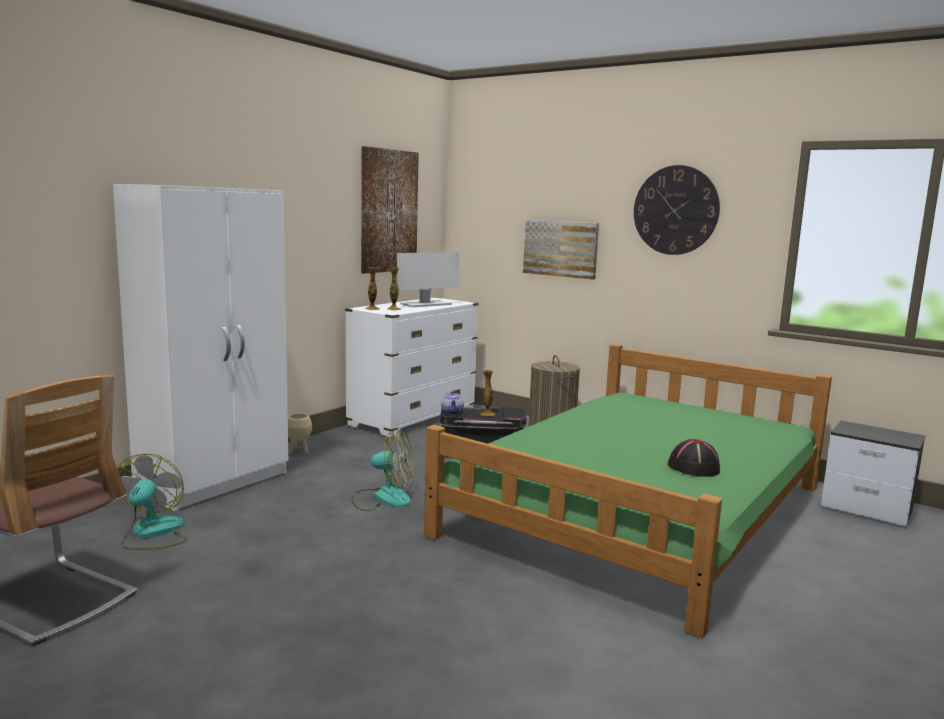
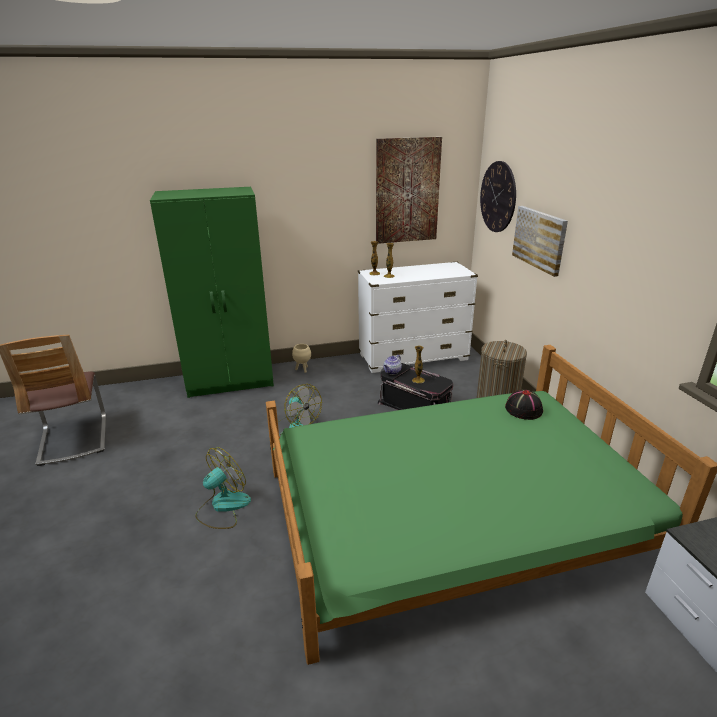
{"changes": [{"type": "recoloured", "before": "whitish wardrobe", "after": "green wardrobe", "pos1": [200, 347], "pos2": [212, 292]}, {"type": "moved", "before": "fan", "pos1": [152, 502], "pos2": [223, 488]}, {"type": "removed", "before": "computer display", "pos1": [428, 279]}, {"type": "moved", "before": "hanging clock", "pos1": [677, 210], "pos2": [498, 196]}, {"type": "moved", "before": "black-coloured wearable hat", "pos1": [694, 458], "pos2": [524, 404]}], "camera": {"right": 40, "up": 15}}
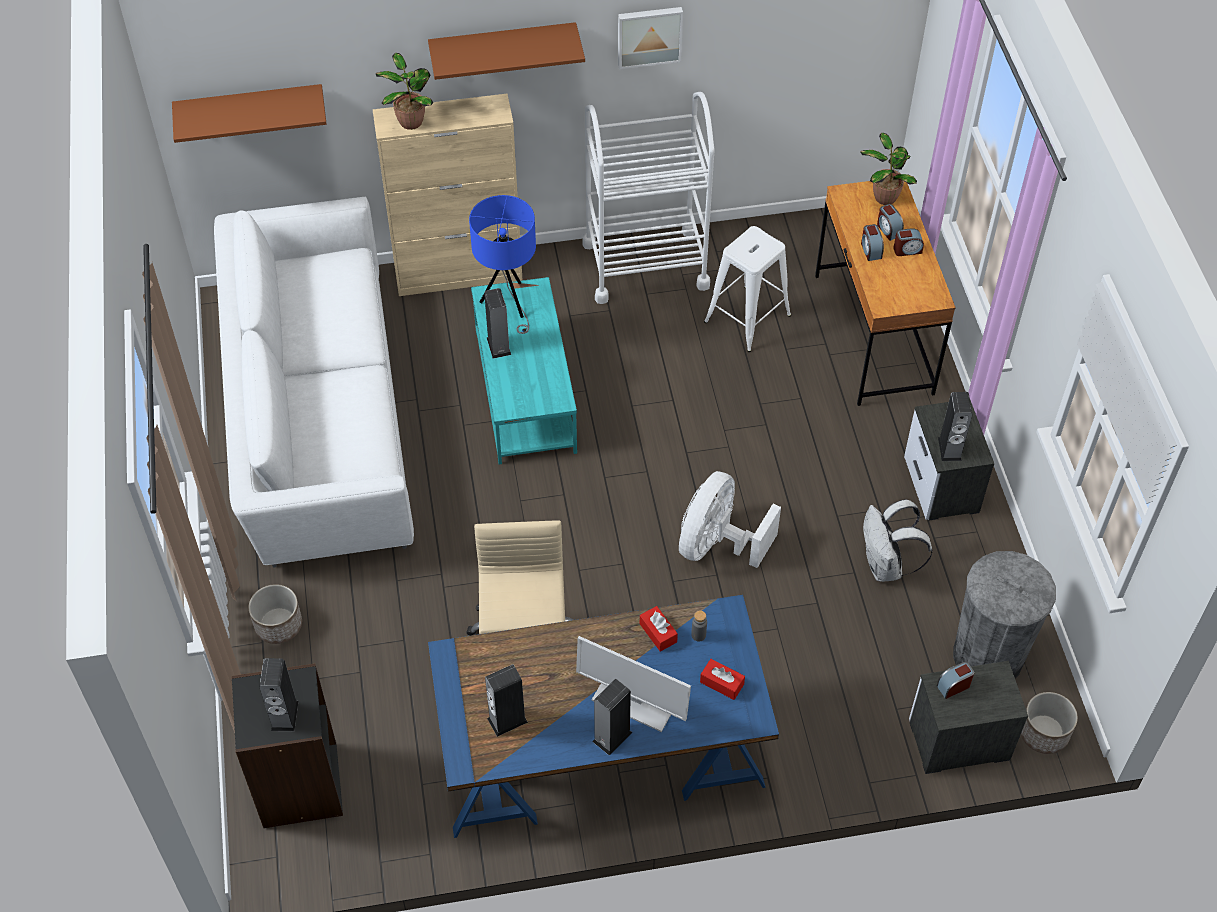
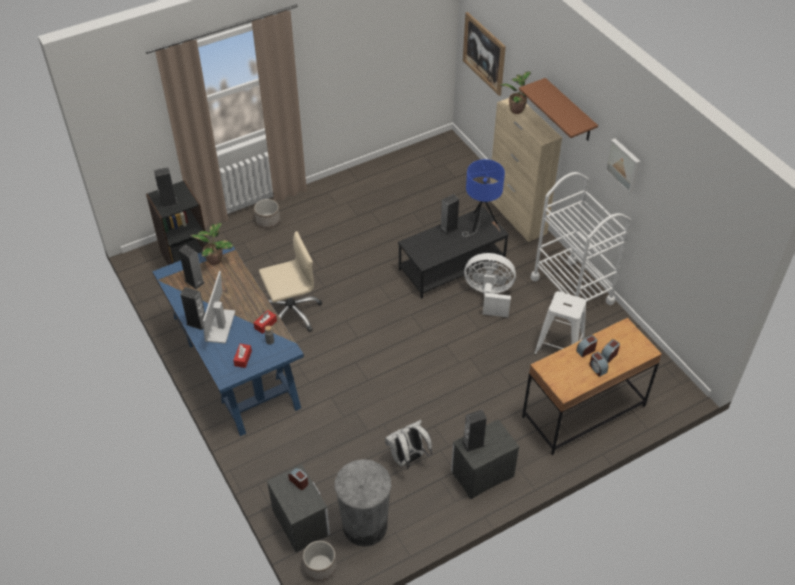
{"changes": [{"type": "replaced", "before": "brownish wall shelf", "after": "wall picture", "pos1": [249, 113], "pos2": [484, 54]}, {"type": "removed", "before": "whitish sofa", "pos1": [314, 382]}, {"type": "recoloured", "before": "turquoise low table", "after": "black-coloured low table", "pos1": [524, 370], "pos2": [453, 253]}, {"type": "moved", "before": "whitish fan", "pos1": [730, 519], "pos2": [490, 285]}, {"type": "moved", "before": "potted plant", "pos1": [888, 169], "pos2": [212, 244]}], "camera": {"right": 70, "up": -5}}
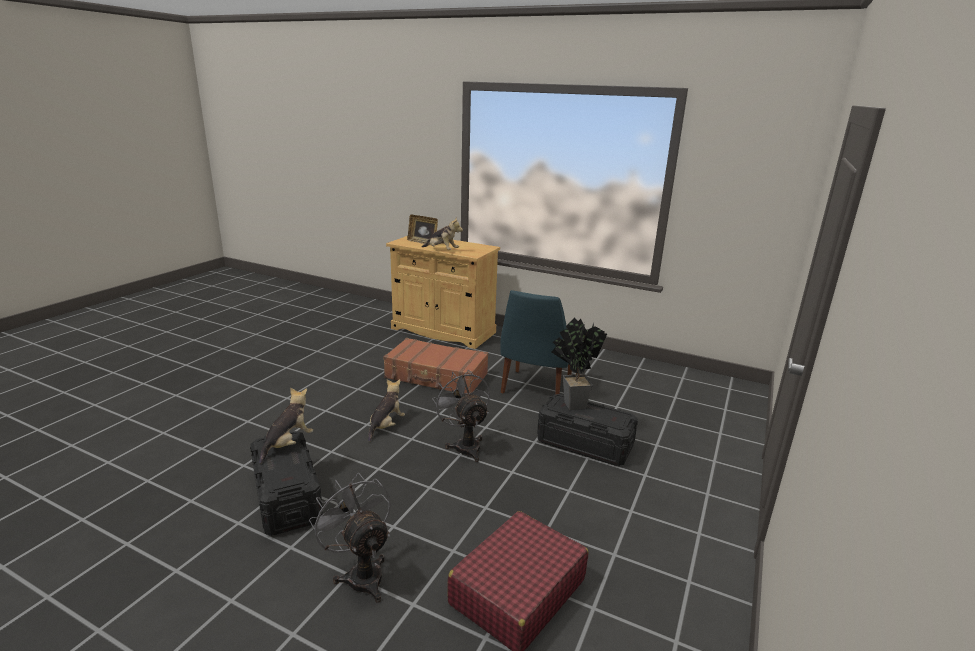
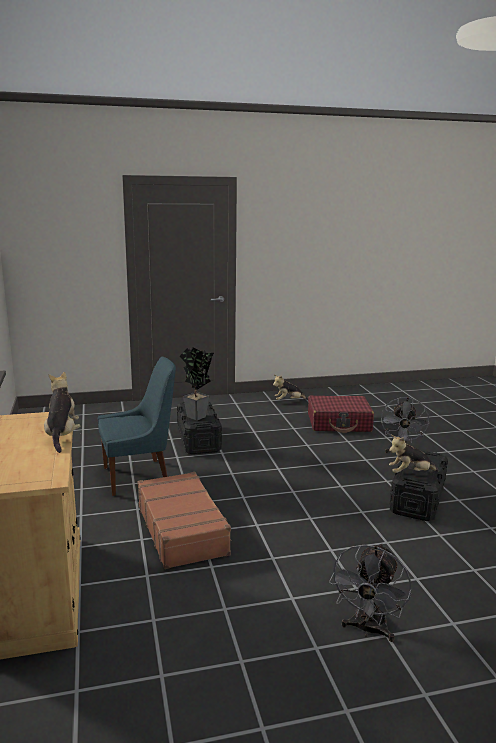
{"changes": [{"type": "moved", "before": "plush toy", "pos1": [386, 410], "pos2": [290, 387]}, {"type": "removed", "before": "picture frame", "pos1": [422, 229]}, {"type": "moved", "before": "gray fan", "pos1": [461, 416], "pos2": [370, 592]}], "camera": {"right": -130, "up": -5}}
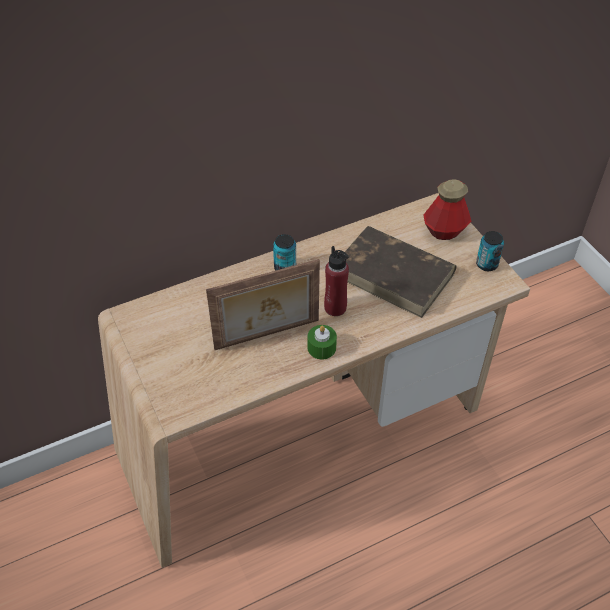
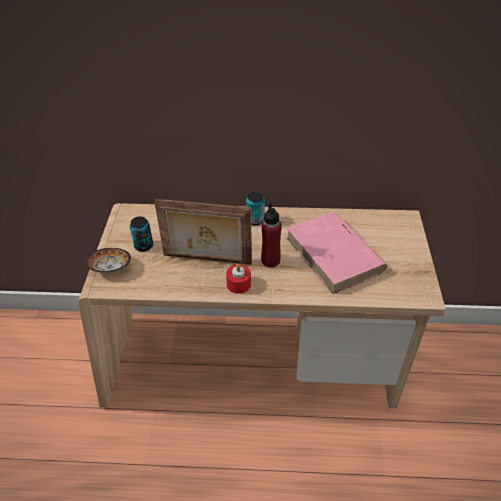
{"changes": [{"type": "recoloured", "before": "green wax candle", "after": "reddish wax candle", "pos1": [322, 342], "pos2": [238, 279]}, {"type": "recoloured", "before": "brownish book", "after": "pink book", "pos1": [401, 272], "pos2": [337, 253]}, {"type": "removed", "before": "bottle", "pos1": [447, 209]}, {"type": "moved", "before": "sealed can", "pos1": [490, 251], "pos2": [141, 234]}, {"type": "added", "after": "serving bowl", "pos2": [108, 260]}], "camera": {"right": 30, "up": -5}}
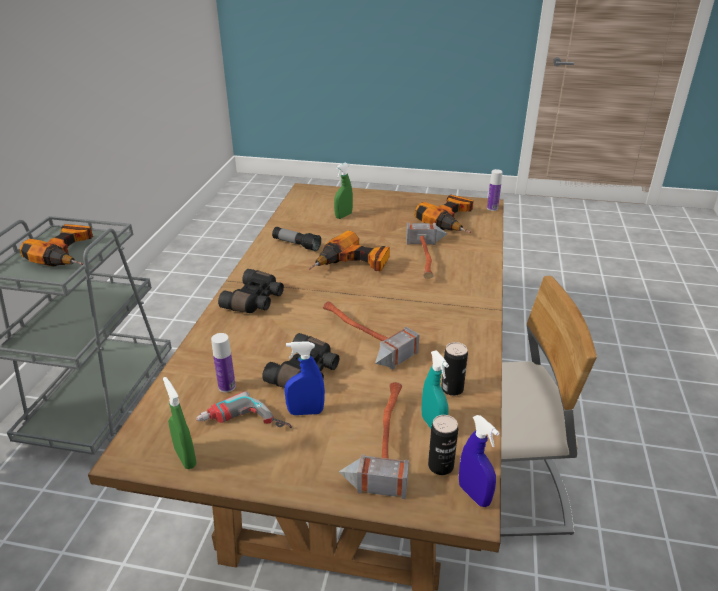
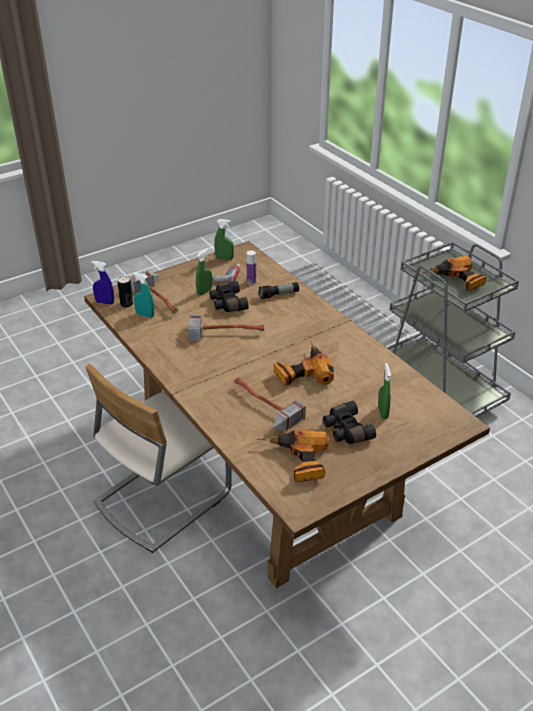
{"changes": [{"type": "moved", "before": "black-coloured pair of binoculars", "pos1": [251, 291], "pos2": [349, 422]}, {"type": "moved", "before": "torch", "pos1": [296, 239], "pos2": [279, 290]}, {"type": "recoloured", "before": "blue-coloured spray bottle", "after": "green spray bottle", "pos1": [304, 378], "pos2": [204, 271]}, {"type": "removed", "before": "sealed can", "pos1": [454, 369]}, {"type": "removed", "before": "bottle", "pos1": [495, 190]}], "camera": {"right": 135, "up": 5}}
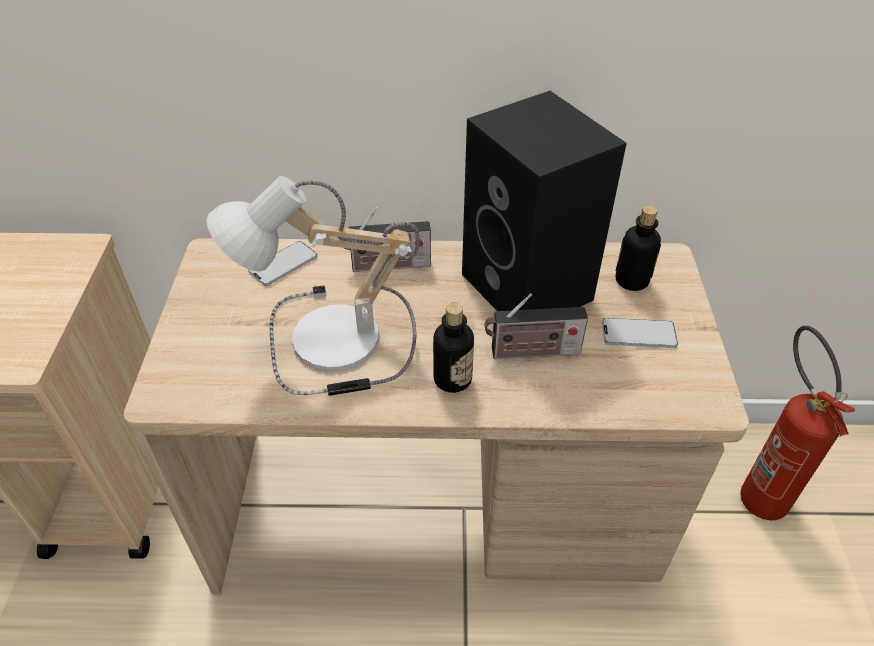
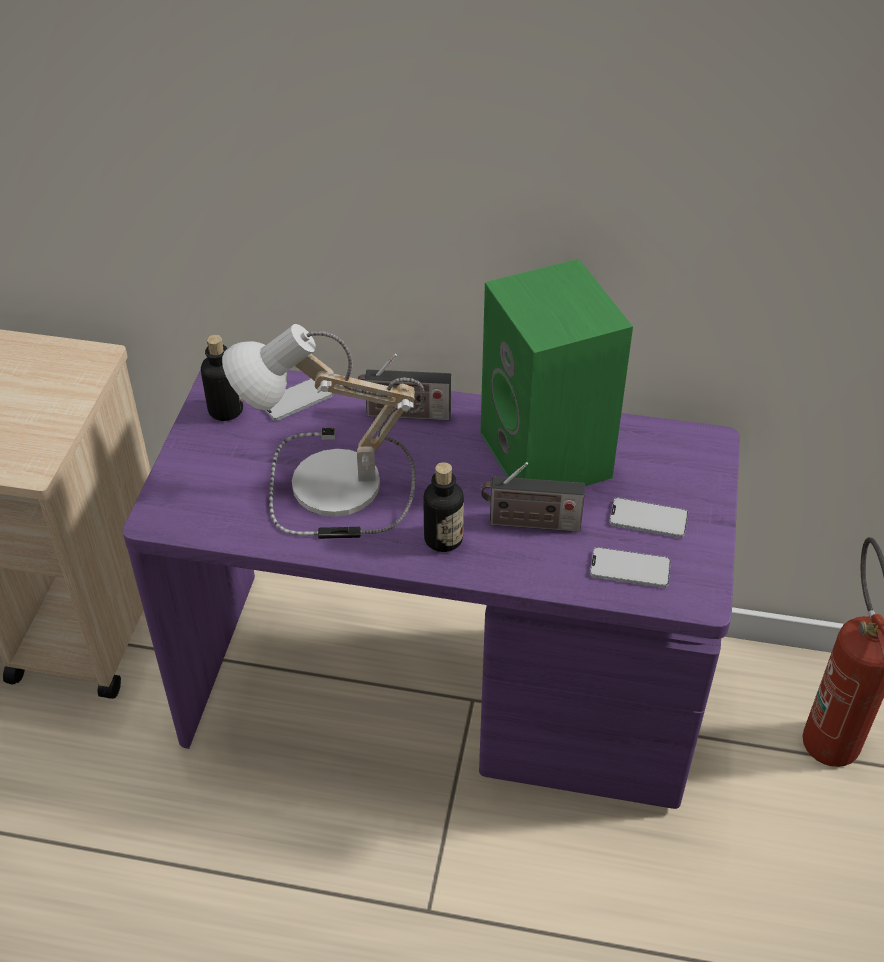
{"changes": [{"type": "recoloured", "before": "beige-coloured desk", "after": "purplish desk", "pos1": [436, 416], "pos2": [431, 589]}, {"type": "recoloured", "before": "black-coloured speaker", "after": "green speaker", "pos1": [544, 201], "pos2": [556, 372]}, {"type": "moved", "before": "bottle", "pos1": [638, 248], "pos2": [222, 378]}, {"type": "added", "after": "phone", "pos2": [630, 567]}], "camera": {"right": 10, "up": 0}}
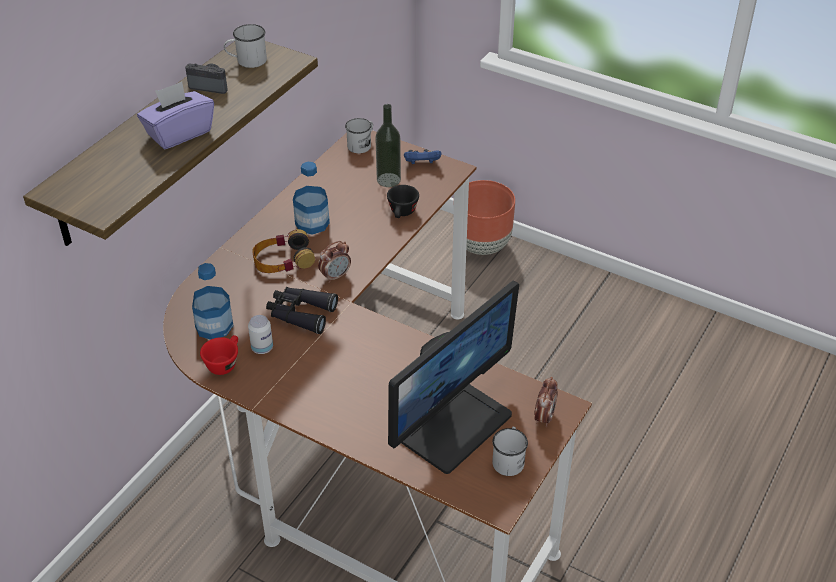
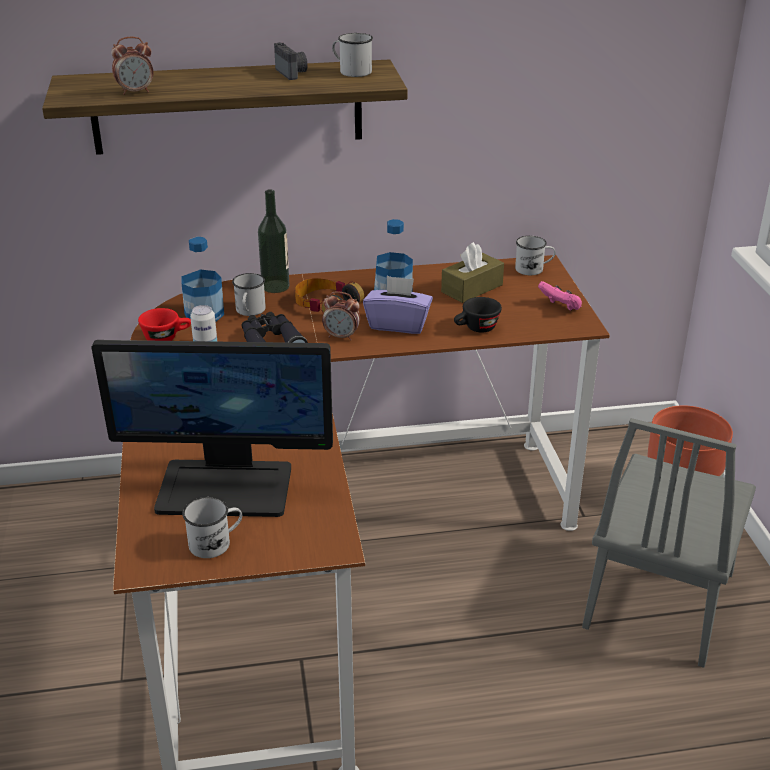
{"changes": [{"type": "moved", "before": "purplish tissue holder", "pos1": [175, 115], "pos2": [398, 305]}, {"type": "moved", "before": "bottle", "pos1": [388, 145], "pos2": [274, 241]}, {"type": "recoloured", "before": "blue-coloured gamepad", "after": "pink gamepad", "pos1": [422, 156], "pos2": [560, 296]}, {"type": "moved", "before": "bedside clock", "pos1": [546, 402], "pos2": [132, 65]}, {"type": "added", "after": "whitish mug", "pos2": [249, 294]}, {"type": "added", "after": "brownish tissue holder", "pos2": [472, 272]}, {"type": "added", "after": "gray chair", "pos2": [669, 543]}], "camera": {"right": 50, "up": -10}}
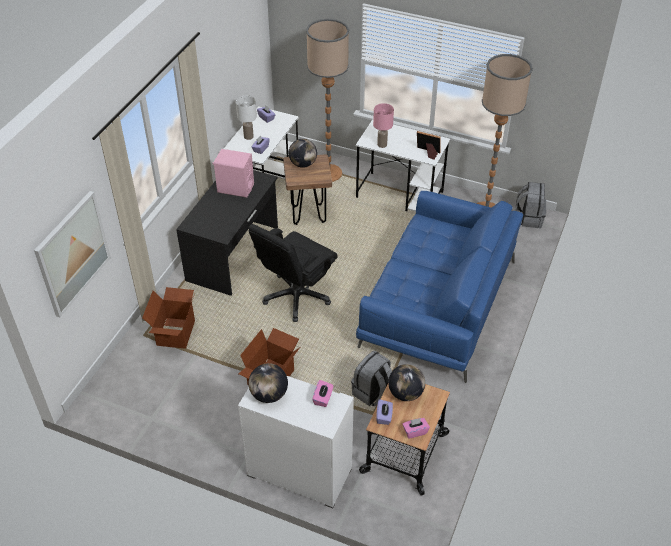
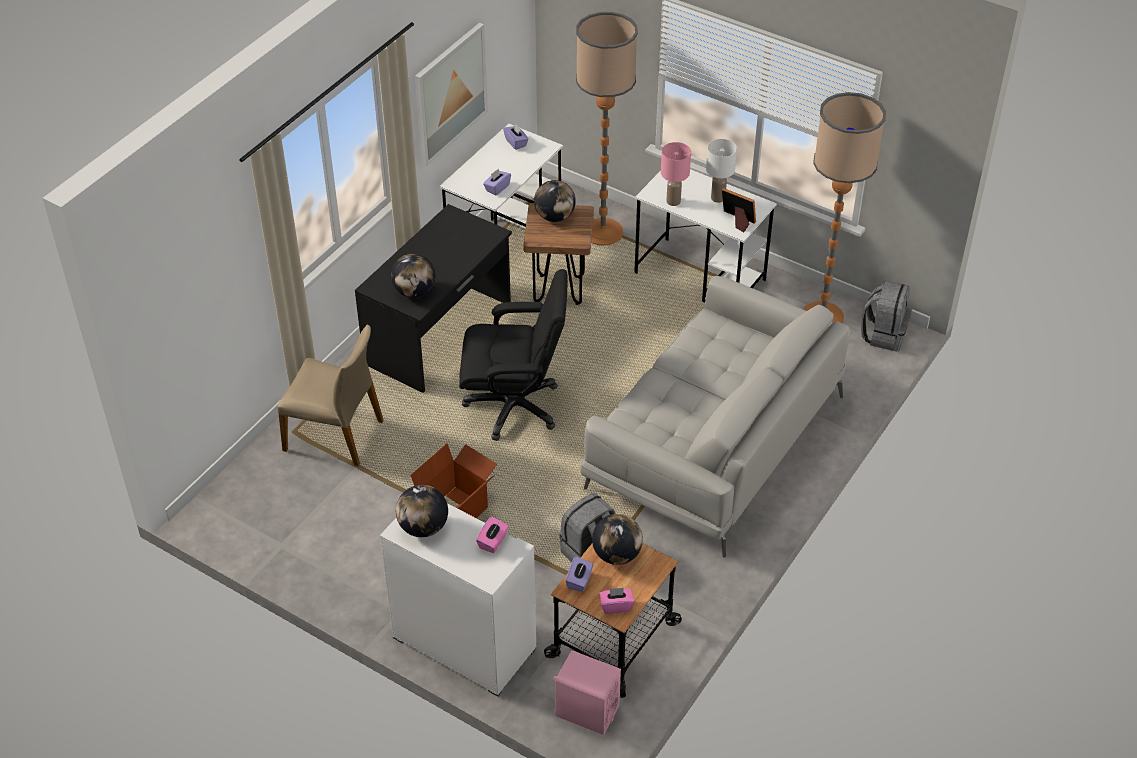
{"changes": [{"type": "moved", "before": "wall picture", "pos1": [72, 254], "pos2": [451, 94]}, {"type": "replaced", "before": "carton", "after": "beige-coloured chair", "pos1": [168, 318], "pos2": [330, 395]}, {"type": "moved", "before": "pink speaker", "pos1": [233, 173], "pos2": [587, 692]}, {"type": "moved", "before": "whitish tabletop lamp", "pos1": [246, 118], "pos2": [721, 171]}, {"type": "turned", "before": "black-coloured office chair", "pos1": [293, 273], "pos2": [513, 355], "turn": -135}, {"type": "recoloured", "before": "blue-coloured sofa", "after": "gray sofa", "pos1": [439, 287], "pos2": [715, 417]}, {"type": "added", "after": "world globe", "pos2": [413, 276]}], "camera": {"right": 10, "up": 0}}
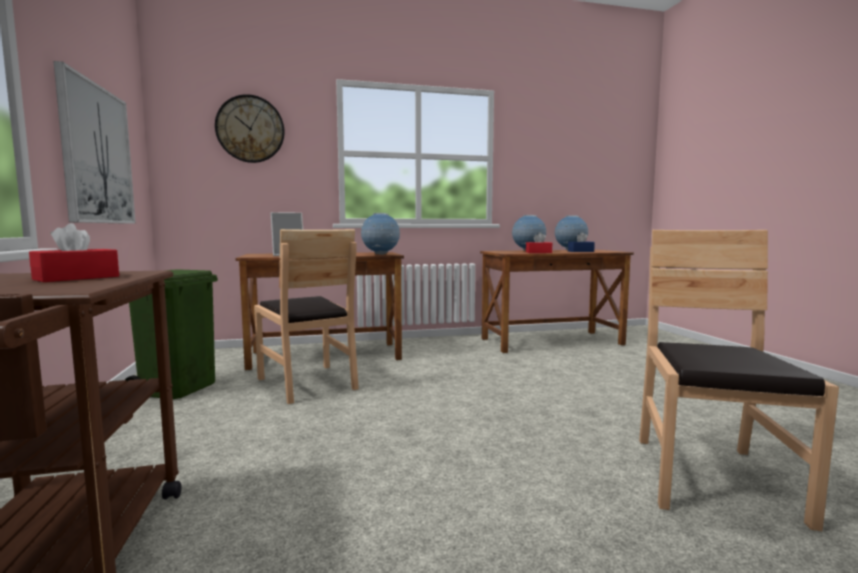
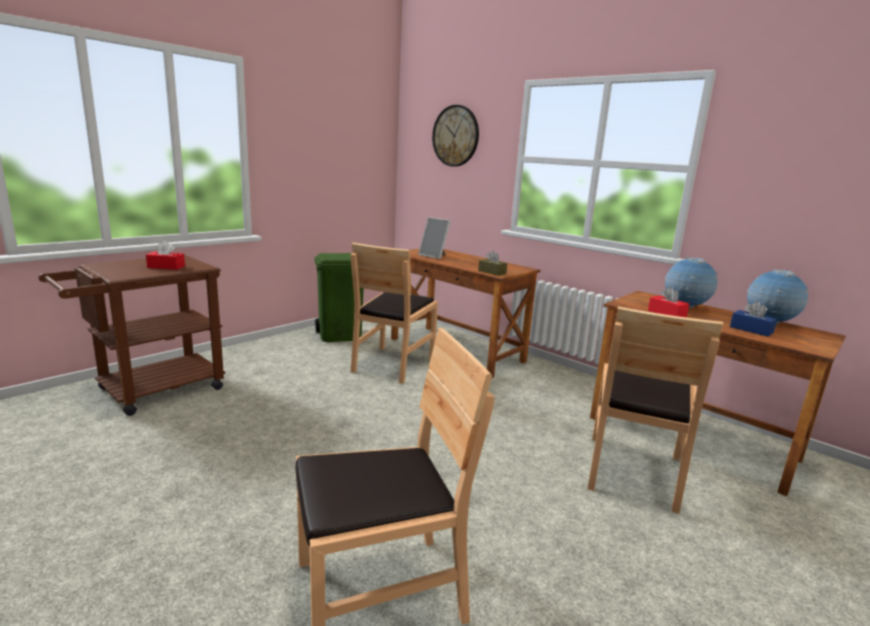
{"changes": [{"type": "removed", "before": "wall picture", "pos1": [94, 142]}, {"type": "replaced", "before": "world globe", "after": "brownish tissue holder", "pos1": [380, 234], "pos2": [492, 263]}, {"type": "added", "after": "brownish chair", "pos2": [655, 410]}], "camera": {"right": 55, "up": 10}}
